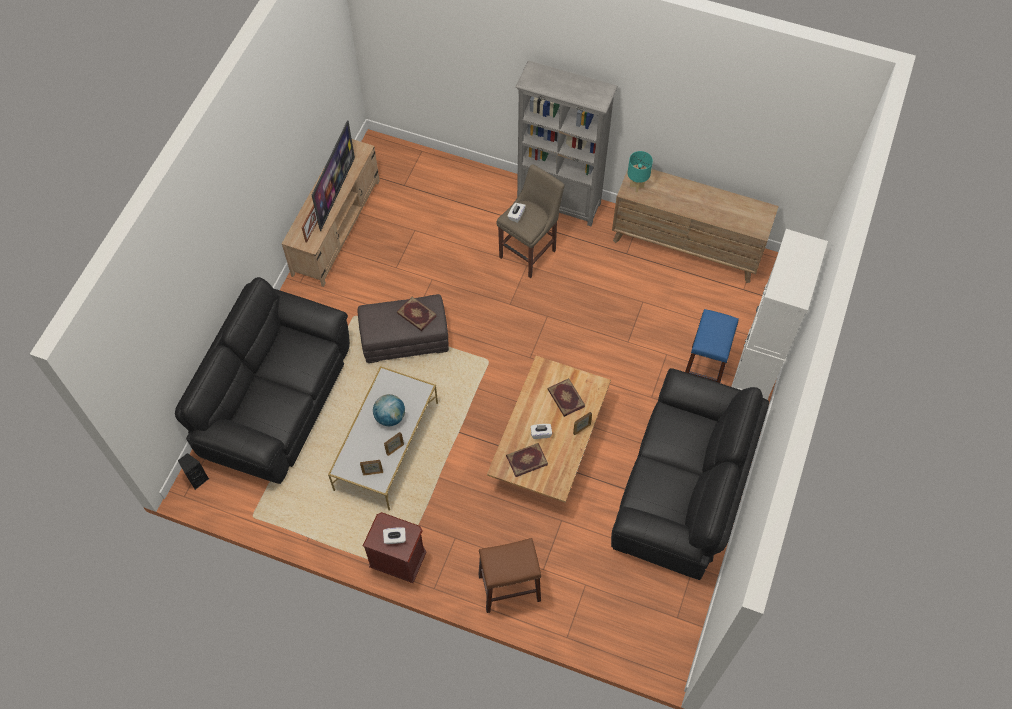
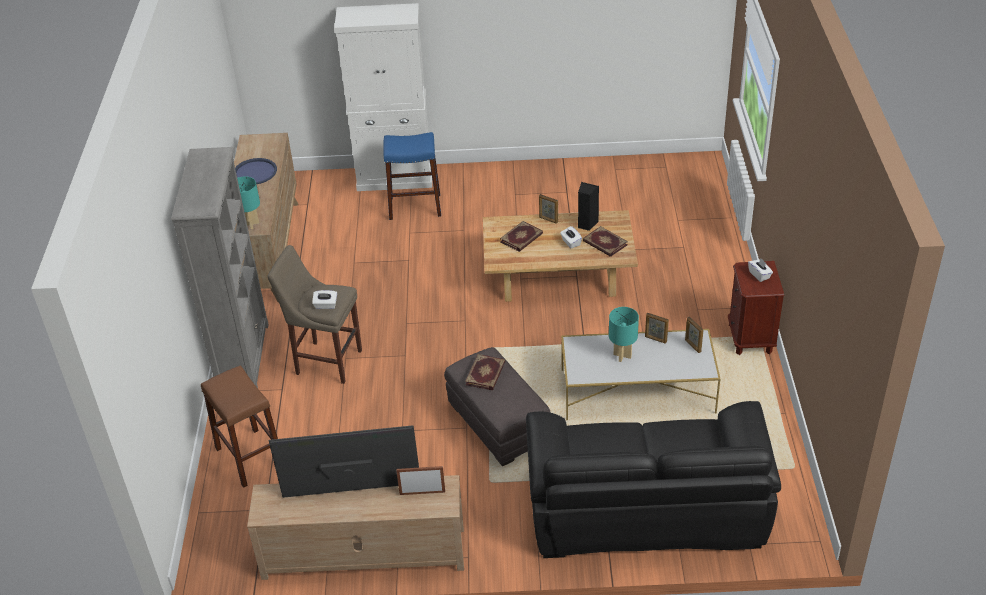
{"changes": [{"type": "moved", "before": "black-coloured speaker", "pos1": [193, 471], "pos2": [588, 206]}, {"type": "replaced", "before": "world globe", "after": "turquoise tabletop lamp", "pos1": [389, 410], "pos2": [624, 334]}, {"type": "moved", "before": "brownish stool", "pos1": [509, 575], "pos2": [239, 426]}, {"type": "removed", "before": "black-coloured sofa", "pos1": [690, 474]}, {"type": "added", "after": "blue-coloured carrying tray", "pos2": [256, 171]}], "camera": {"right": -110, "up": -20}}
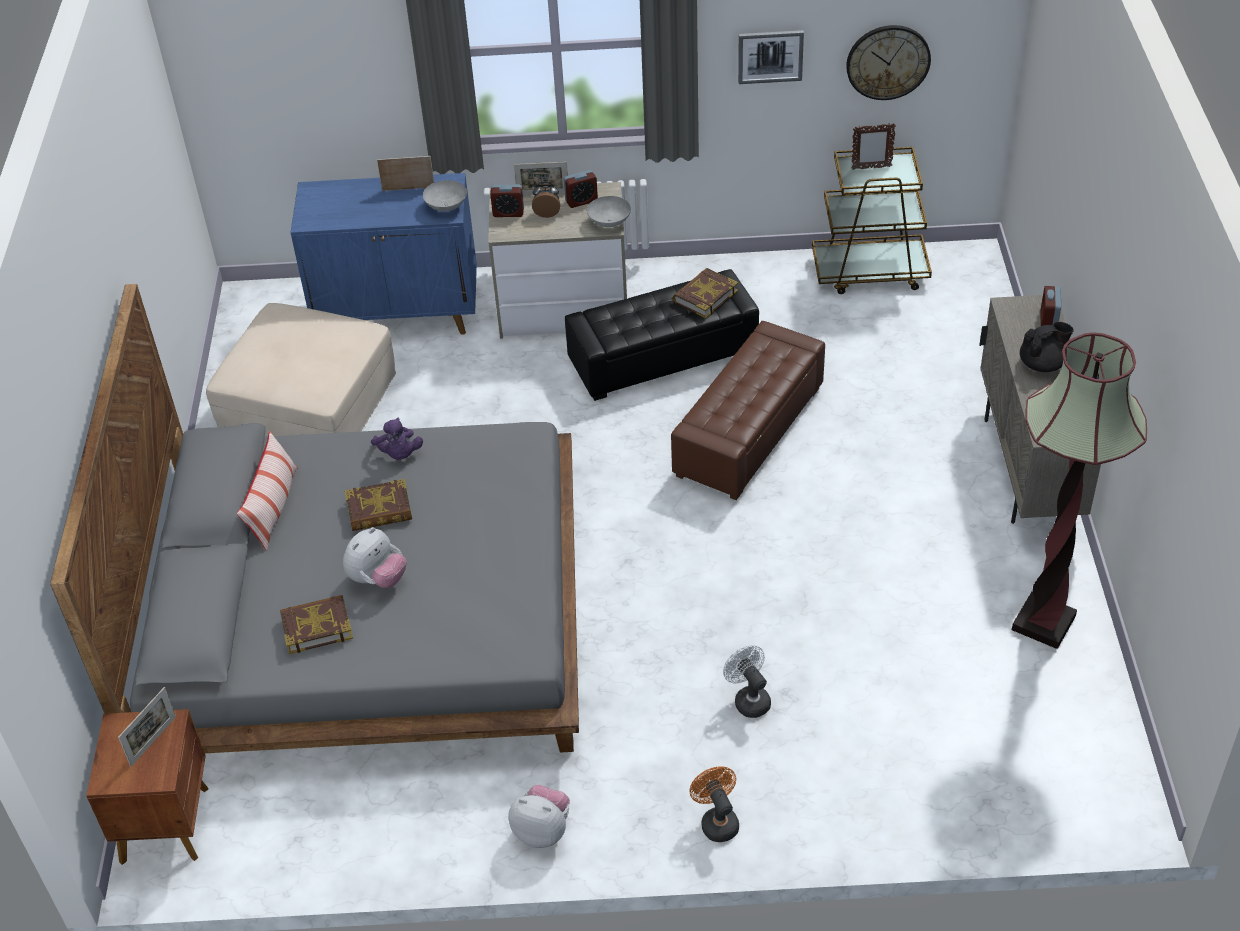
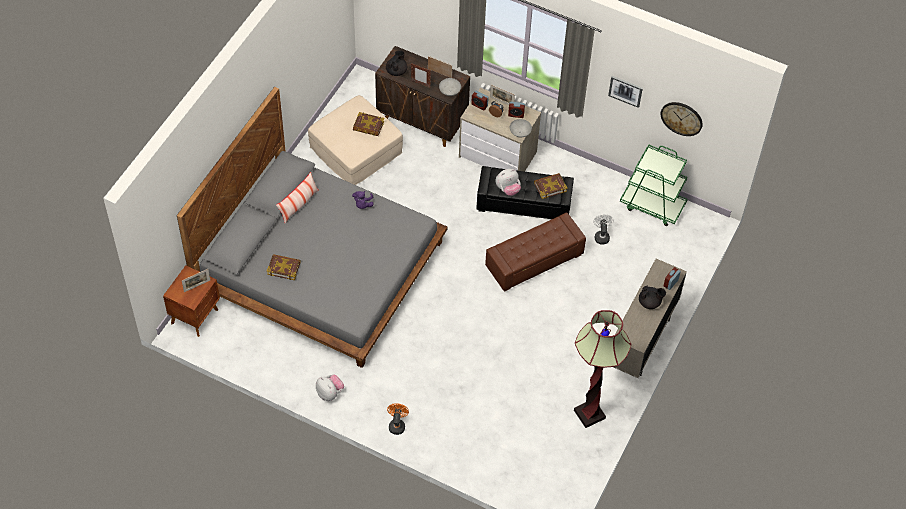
{"changes": [{"type": "recoloured", "before": "blue-coloured cabinet", "after": "brownish cabinet", "pos1": [383, 254], "pos2": [422, 96]}, {"type": "moved", "before": "plush toy", "pos1": [375, 557], "pos2": [508, 182]}, {"type": "moved", "before": "book", "pos1": [378, 505], "pos2": [369, 124]}, {"type": "moved", "before": "whitish fan", "pos1": [747, 681], "pos2": [603, 229]}, {"type": "recoloured", "before": "brownish trolley", "after": "green trolley", "pos1": [872, 217], "pos2": [653, 185]}, {"type": "moved", "before": "picture frame", "pos1": [873, 146], "pos2": [421, 75]}, {"type": "added", "after": "black-coloured teapot", "pos2": [396, 63]}], "camera": {"right": 25, "up": 10}}
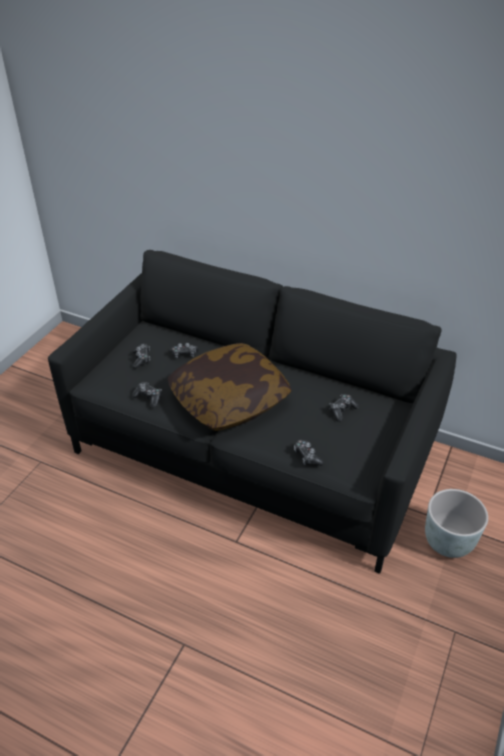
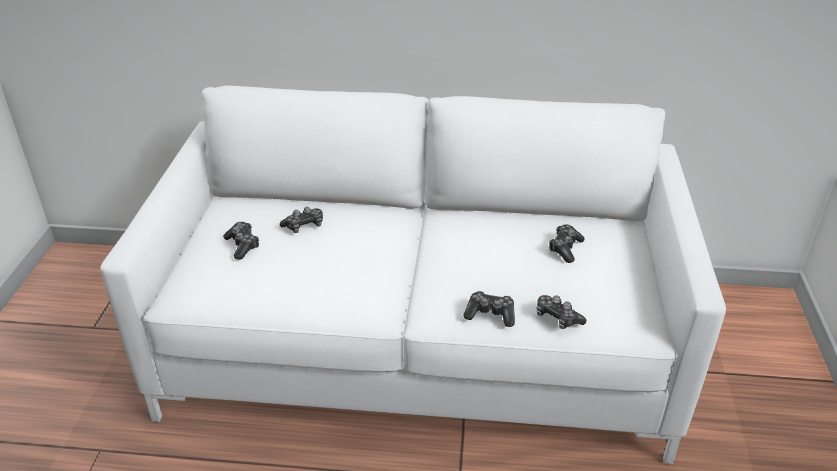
{"changes": [{"type": "recoloured", "before": "black-coloured sofa", "after": "whitish sofa", "pos1": [252, 412], "pos2": [413, 274]}, {"type": "moved", "before": "gamepad", "pos1": [147, 395], "pos2": [489, 309]}, {"type": "removed", "before": "cushion", "pos1": [230, 387]}, {"type": "removed", "before": "gray plant pot", "pos1": [456, 523]}], "camera": {"right": -20, "up": -5}}
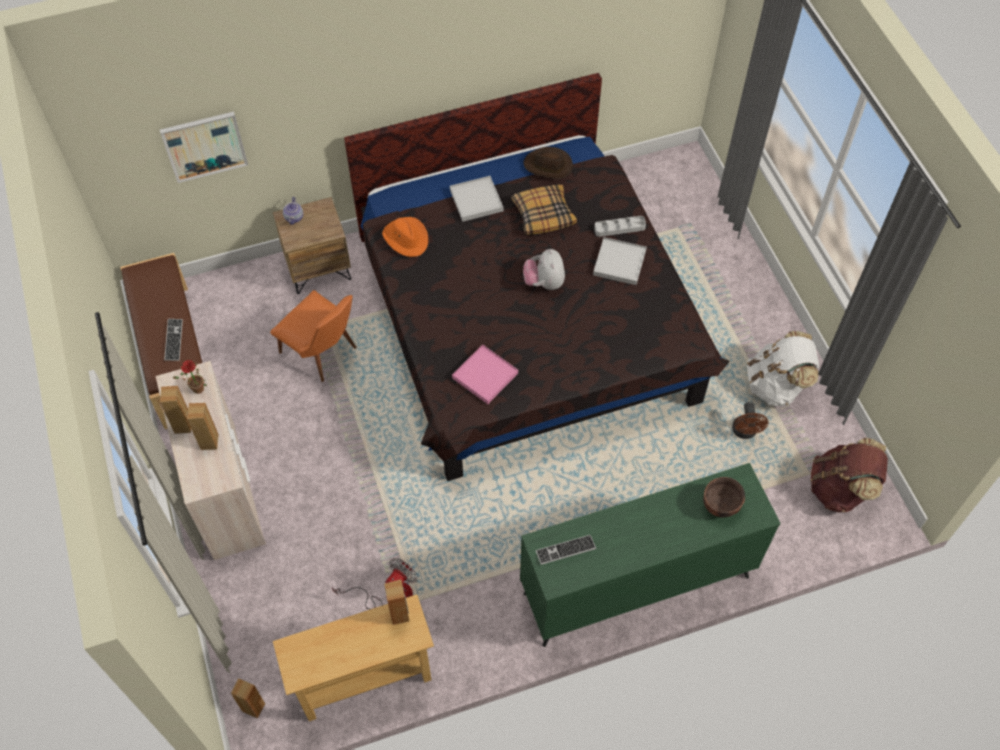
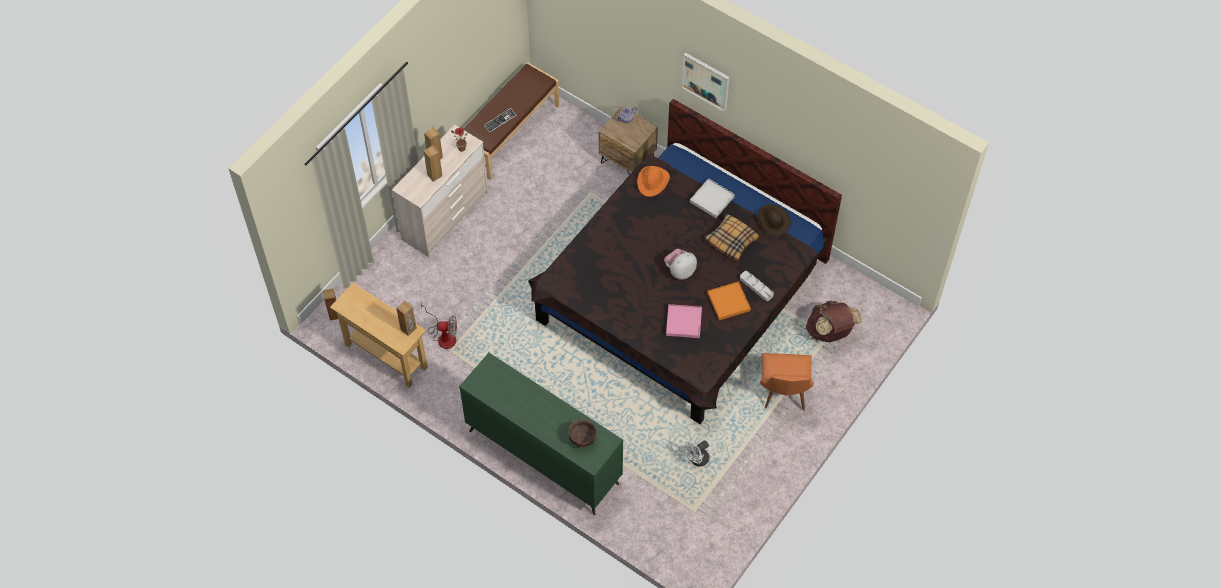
{"changes": [{"type": "moved", "before": "wall picture", "pos1": [204, 147], "pos2": [705, 82]}, {"type": "moved", "before": "orange chair", "pos1": [313, 336], "pos2": [787, 382]}, {"type": "moved", "before": "pink carrying tray", "pos1": [485, 374], "pos2": [684, 321]}, {"type": "removed", "before": "PC keyboard", "pos1": [566, 550]}, {"type": "recoloured", "before": "whitish carrying tray", "after": "orange carrying tray", "pos1": [620, 261], "pos2": [729, 300]}, {"type": "recoloured", "before": "brownish fan", "after": "whitish fan", "pos1": [750, 420], "pos2": [696, 453]}, {"type": "removed", "before": "whitish knapsack", "pos1": [783, 368]}, {"type": "moved", "before": "brownish knapsack", "pos1": [849, 475], "pos2": [834, 321]}], "camera": {"right": 55, "up": 0}}
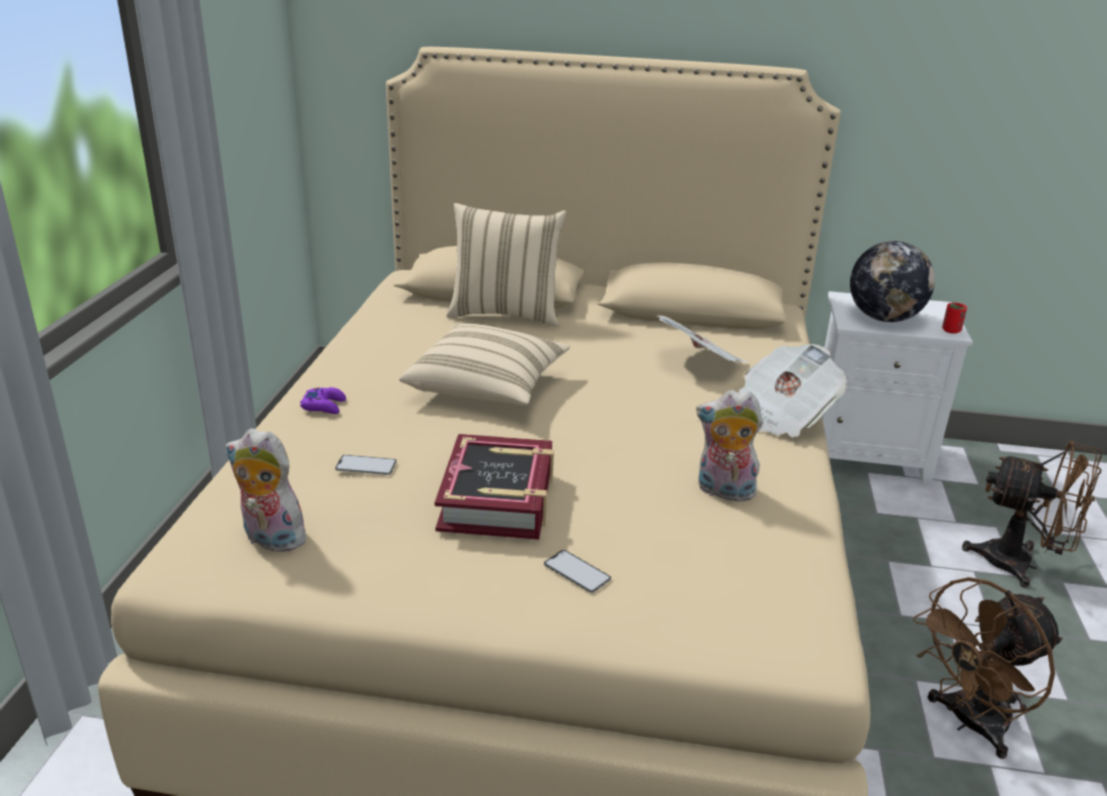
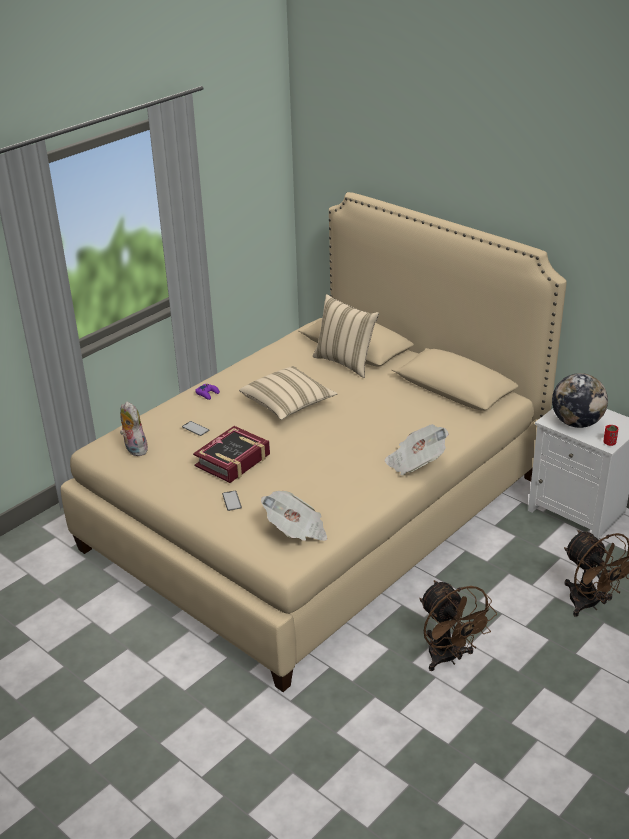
{"changes": [{"type": "moved", "before": "daily paper", "pos1": [702, 339], "pos2": [294, 516]}, {"type": "removed", "before": "plush toy", "pos1": [729, 445]}, {"type": "turned", "before": "brownish fan", "pos1": [988, 668], "pos2": [458, 625], "turn": -120}], "camera": {"right": 35, "up": 5}}
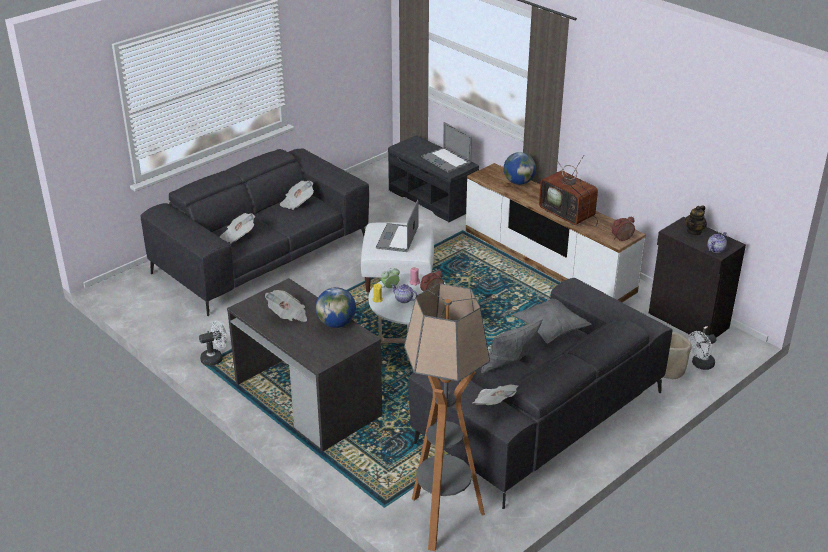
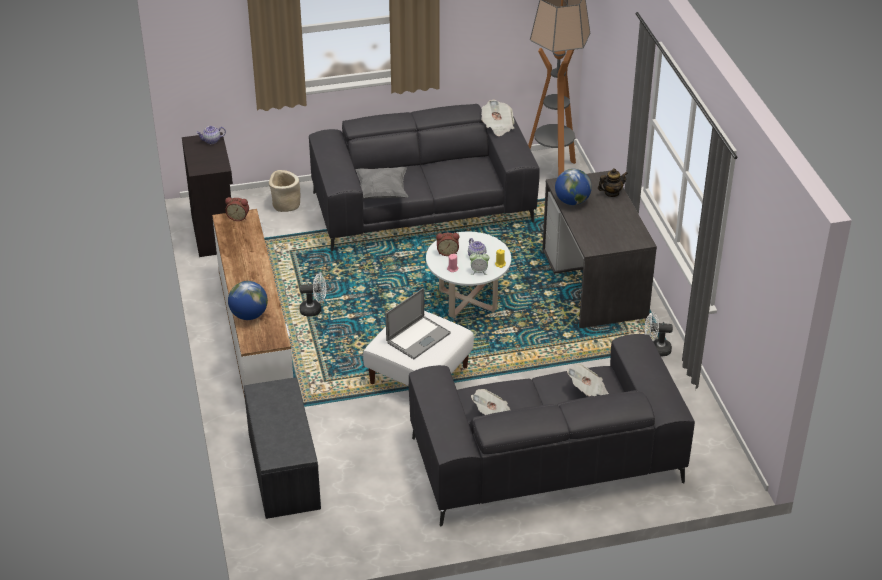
{"changes": [{"type": "removed", "before": "daily paper", "pos1": [286, 306]}, {"type": "removed", "before": "notebook computer", "pos1": [446, 147]}, {"type": "removed", "before": "gray cushion", "pos1": [511, 346]}, {"type": "removed", "before": "television", "pos1": [568, 190]}, {"type": "moved", "before": "teapot", "pos1": [696, 220], "pos2": [613, 182]}, {"type": "moved", "before": "whitish fan", "pos1": [702, 350], "pos2": [313, 295]}], "camera": {"right": -150, "up": 5}}
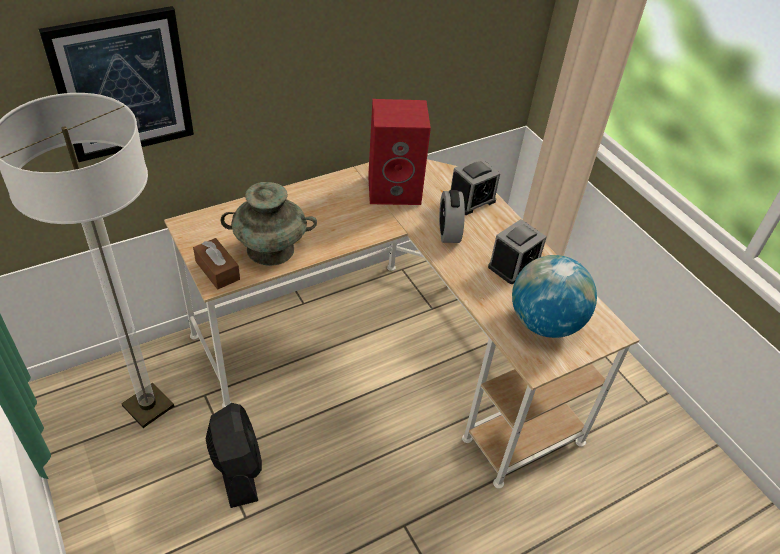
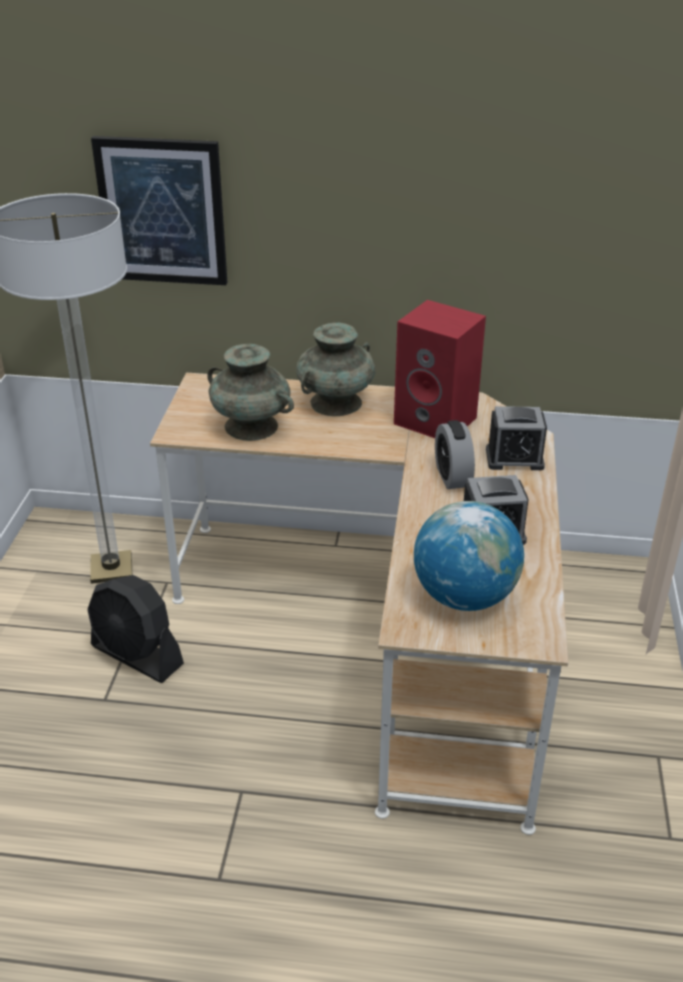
{"changes": [{"type": "removed", "before": "brownish tissue holder", "pos1": [216, 264]}, {"type": "turned", "before": "black-coloured fan", "pos1": [234, 455], "pos2": [135, 629], "turn": 105}, {"type": "turned", "before": "bedside clock", "pos1": [452, 216], "pos2": [455, 454], "turn": -45}, {"type": "added", "after": "turquoise decorative vase", "pos2": [336, 369]}], "camera": {"right": 40, "up": -10}}
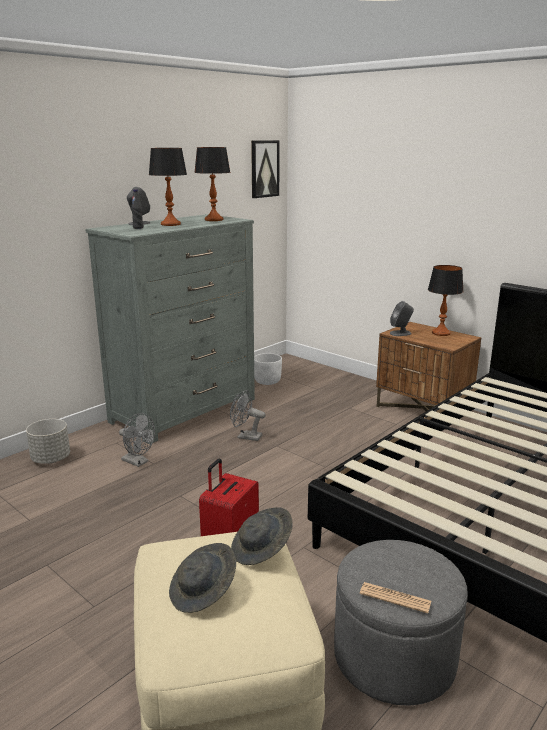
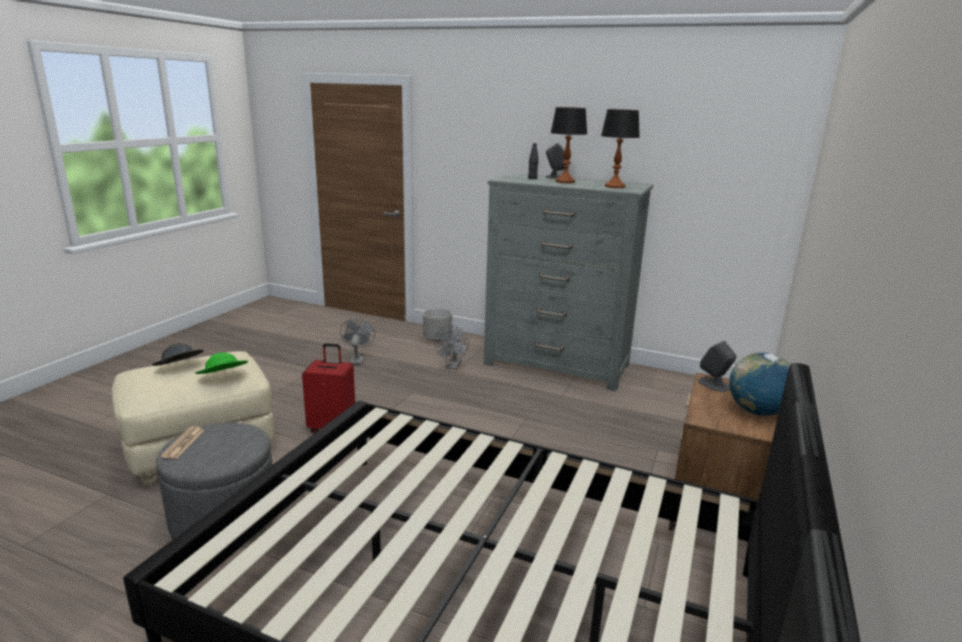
{"changes": [{"type": "moved", "before": "gray fan", "pos1": [248, 415], "pos2": [357, 341]}, {"type": "recoloured", "before": "gray wearable hat", "after": "green wearable hat", "pos1": [262, 536], "pos2": [221, 363]}, {"type": "removed", "before": "wall picture", "pos1": [265, 169]}, {"type": "removed", "before": "whitish plant pot", "pos1": [268, 369]}, {"type": "replaced", "before": "tabletop lamp", "after": "world globe", "pos1": [446, 300], "pos2": [759, 384]}], "camera": {"right": 70, "up": 0}}
